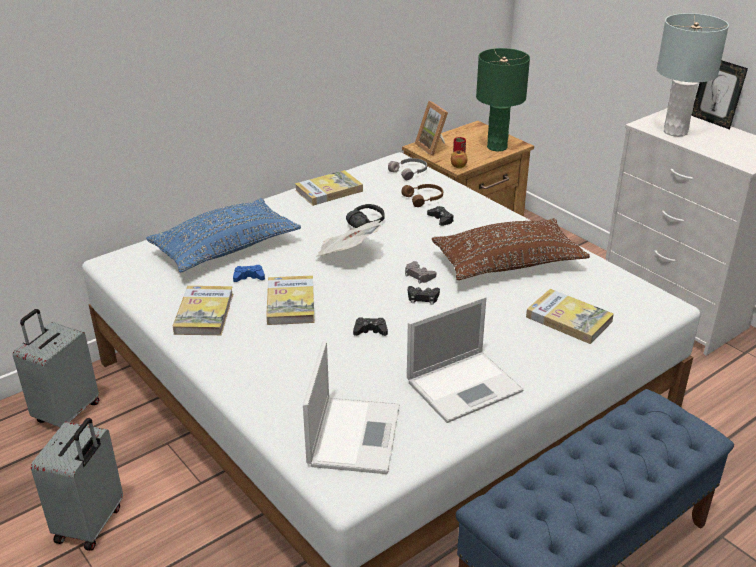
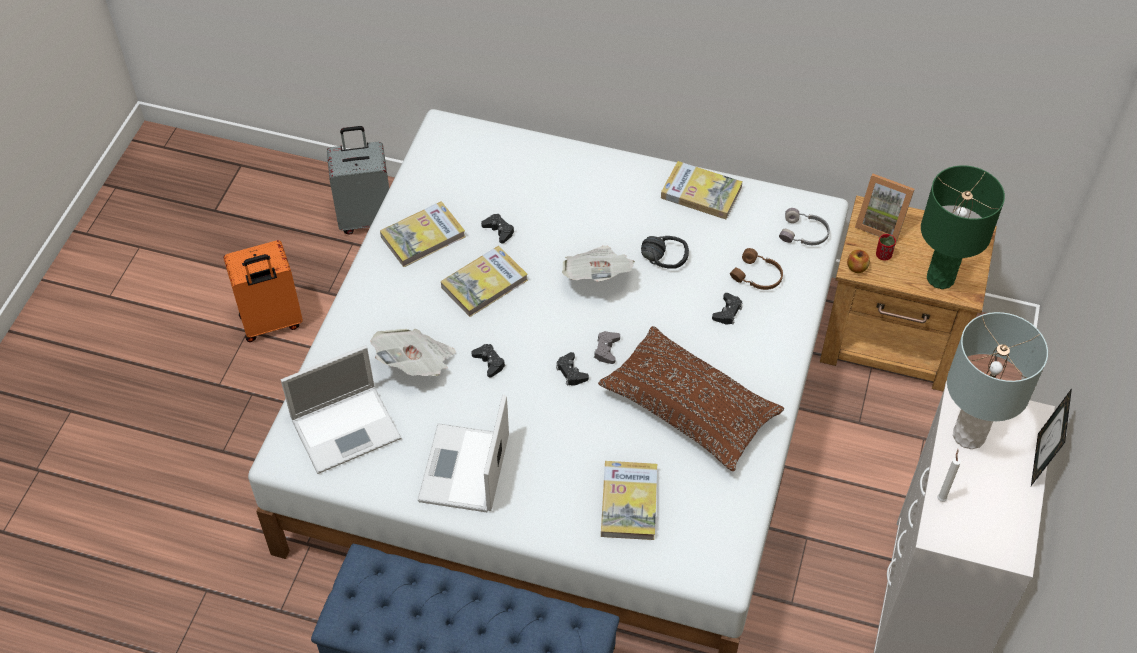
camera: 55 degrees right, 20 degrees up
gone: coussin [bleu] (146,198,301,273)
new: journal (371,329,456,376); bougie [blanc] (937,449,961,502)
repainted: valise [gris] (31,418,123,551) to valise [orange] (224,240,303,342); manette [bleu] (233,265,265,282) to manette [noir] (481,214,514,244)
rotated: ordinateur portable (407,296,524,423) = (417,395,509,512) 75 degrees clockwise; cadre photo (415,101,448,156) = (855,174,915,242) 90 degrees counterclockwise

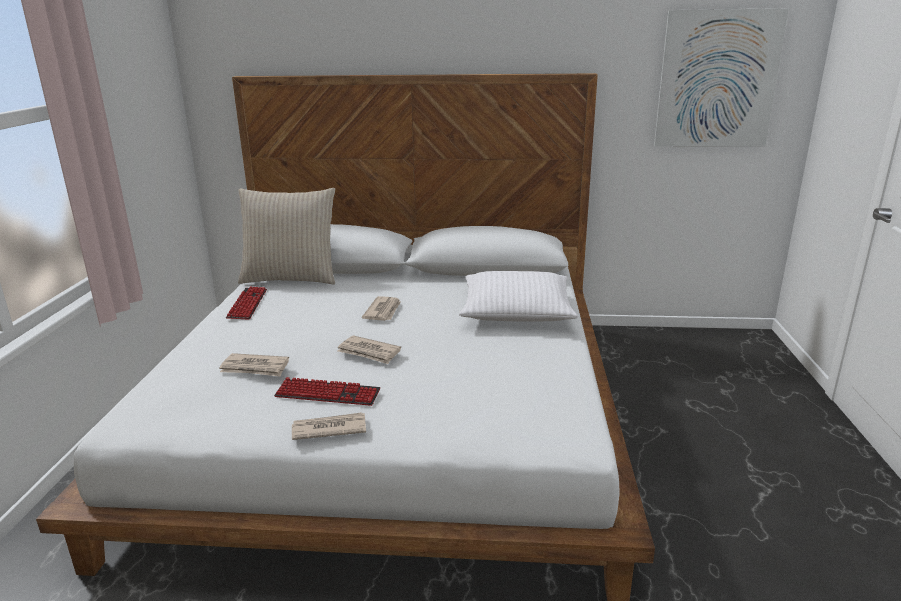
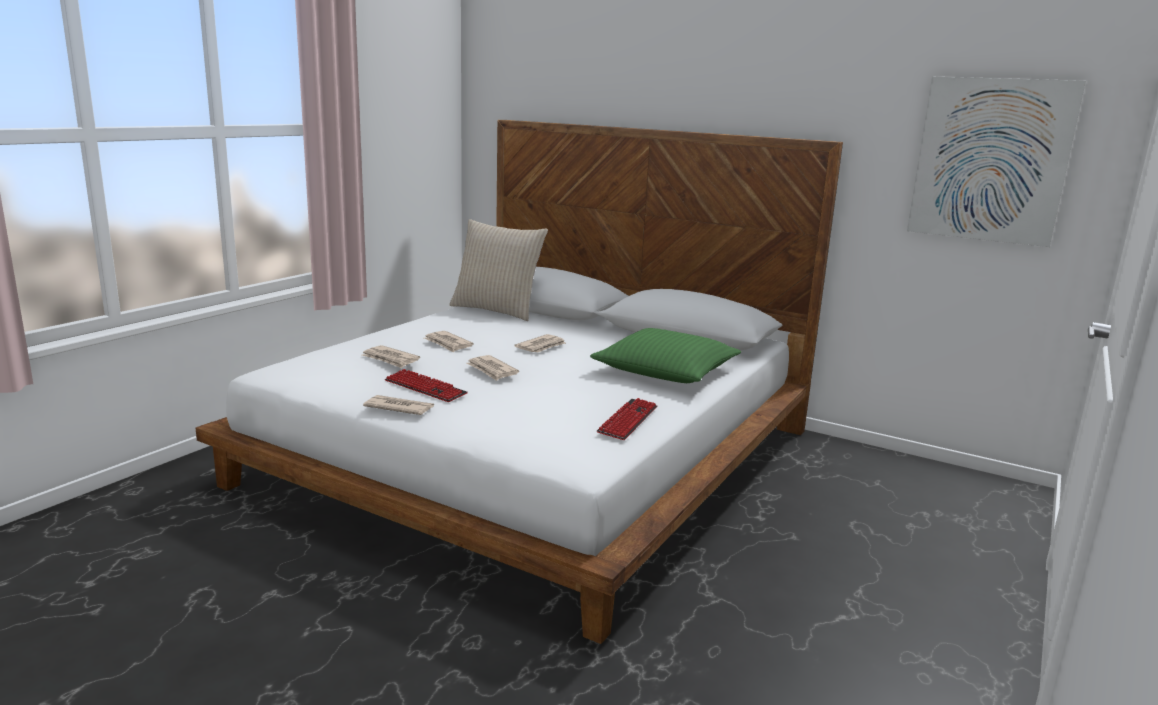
camera: 25 degrees right, 5 degrees down
new: journal (424,331,474,353)
shifted: clavier (226,286,267,320) to (597,398,657,440)
repainted: coussin [blanc] (459,271,578,322) to coussin [vert] (590,328,741,383)

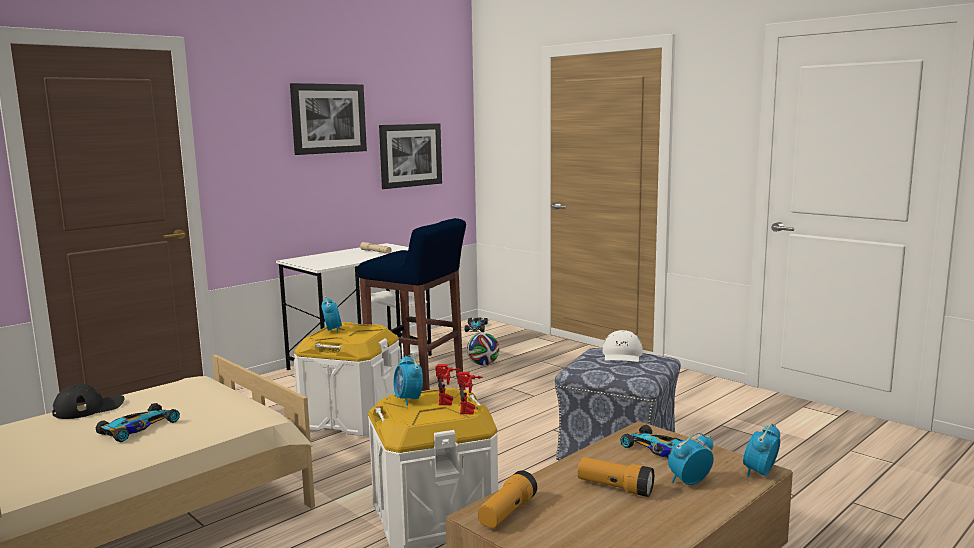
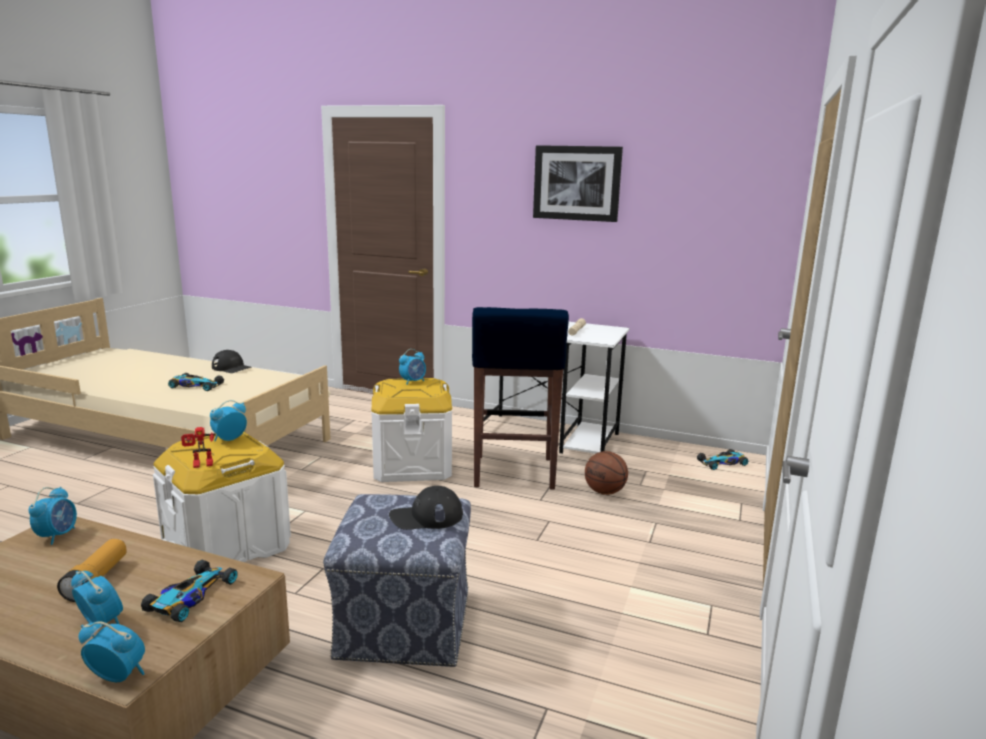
camera: 65 degrees right, 5 degrees up
gone: tableau (379,123,442,189); robot jouet (435,364,461,405)
swapped: ballon de foot (467,333,499,365) to ballon de basket (585,451,628,495); lampe de poche (478,470,537,528) to réveil (29,487,77,545)
repainted: casquette [blanc] (602,330,643,362) to casquette [noir] (389,486,463,530)

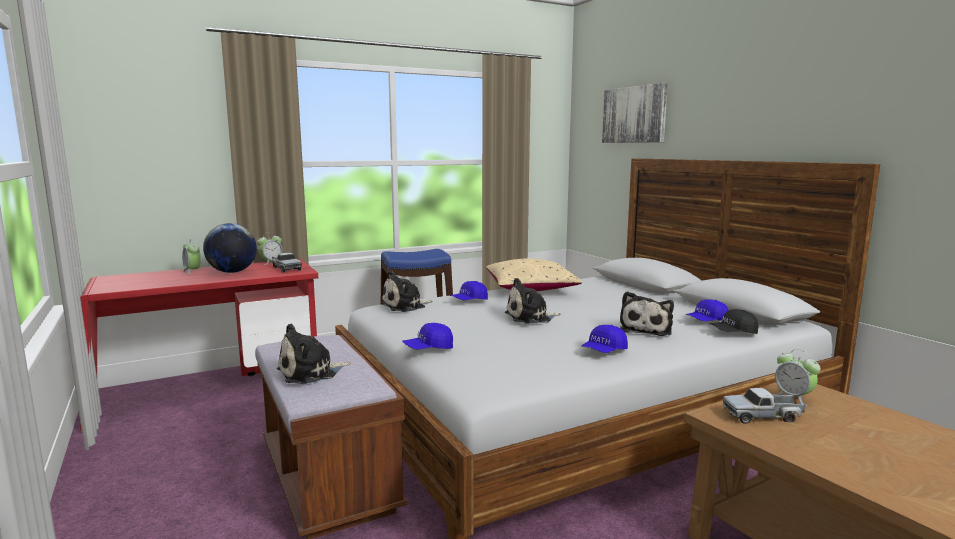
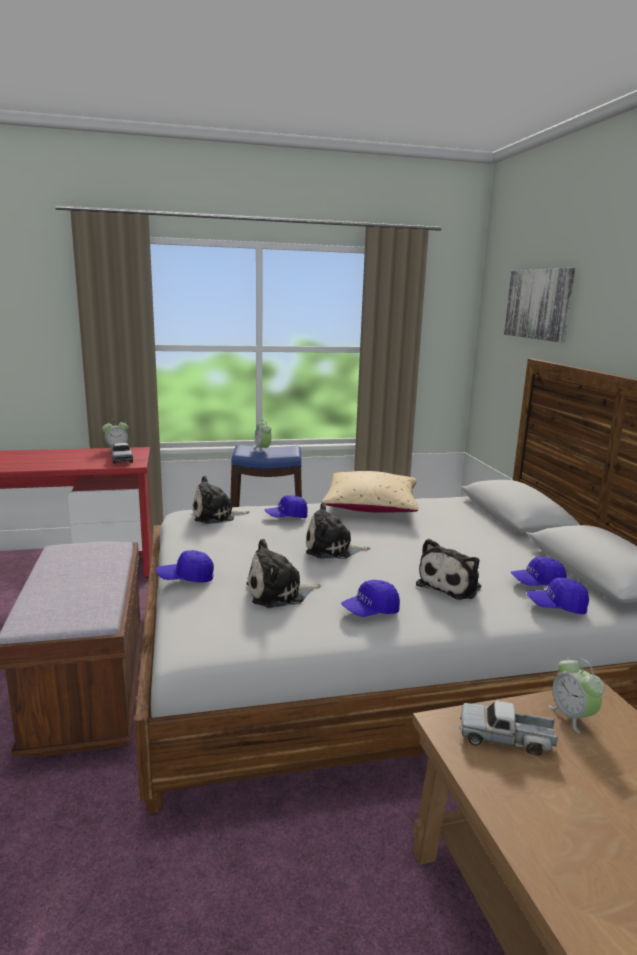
camera: 15 degrees right, 5 degrees up
gone: globe (203,223,257,273)
shifted: réveil (182,239,201,274) to (254,420,272,453); peluche (277,323,351,384) to (246,539,321,608)
repainted: casquette [noir] (709,309,758,334) to casquette [bleu] (527,578,589,614)

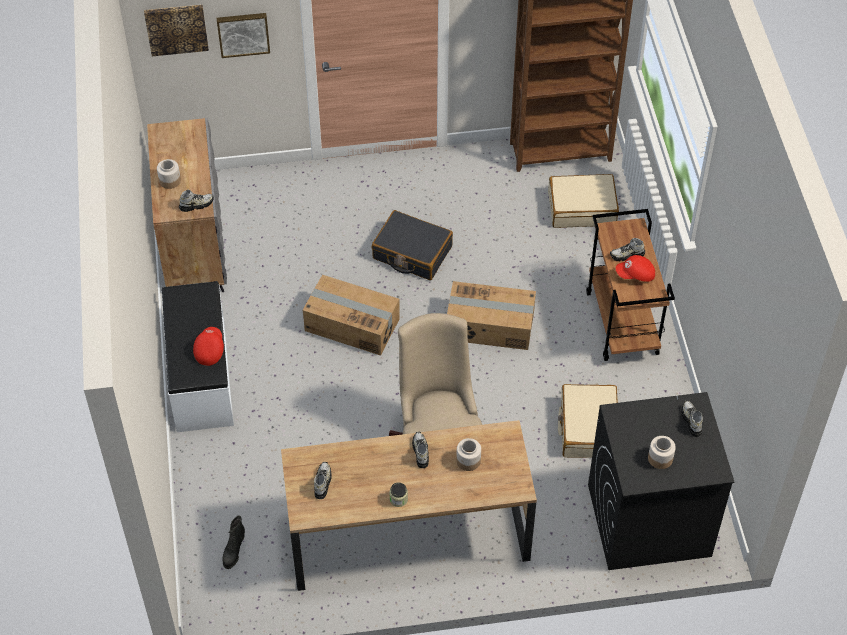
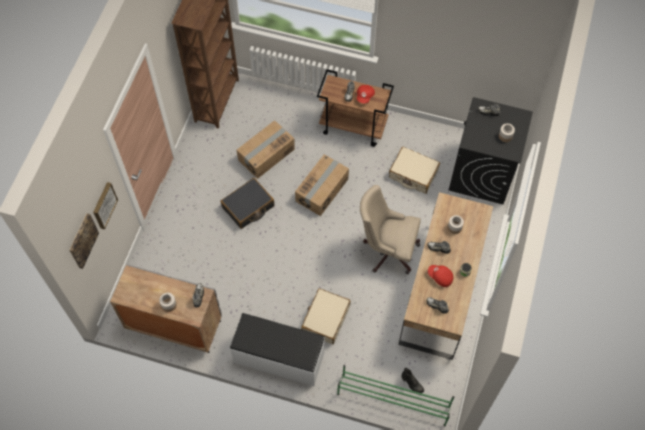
camera: 65 degrees left, 10 degrees up
new: étagère à chaussures [vert] (337,365,454,426)
shifted: casquette [rouge] (193,327,224,366) to (428,265,453,287); carton (303,275,400,356) to (237,120,295,179); valise [beige] (548,174,619,228) to (301,288,351,344)

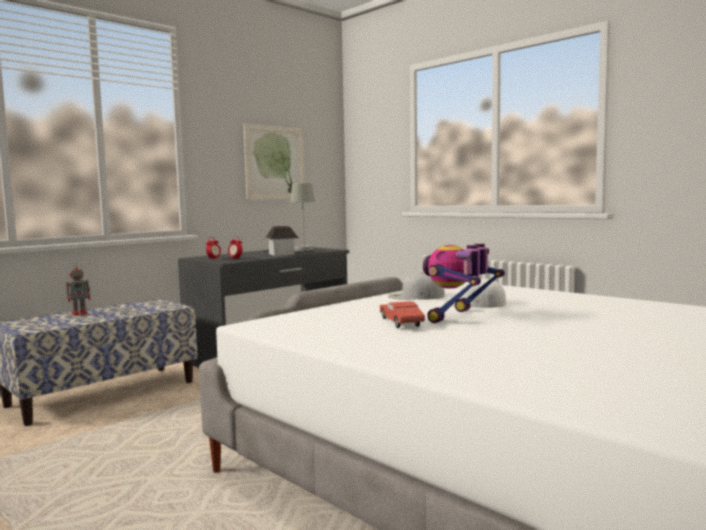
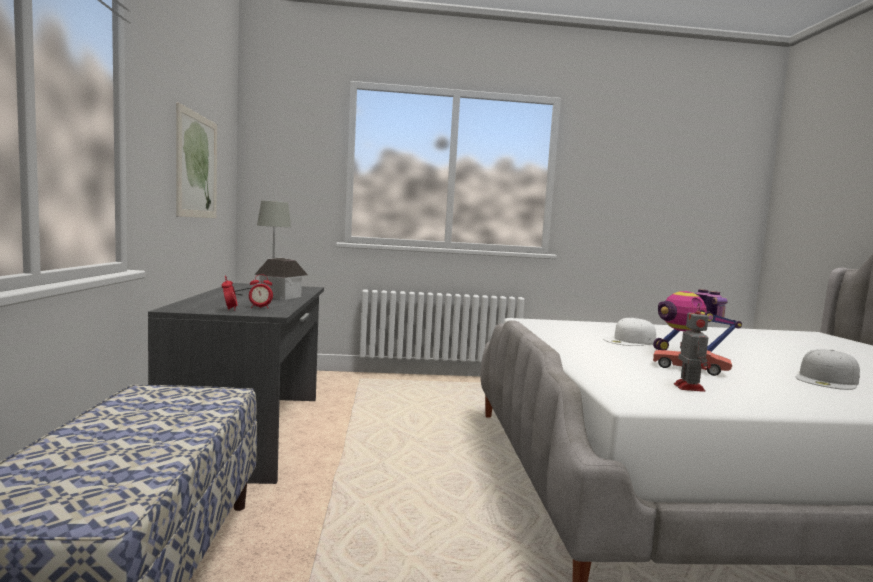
camera: 50 degrees left, 0 degrees up
shifted: robot jouet (66,263,90,316) to (674,303,711,392); casquette [blanc] (388,272,445,300) to (796,349,860,390)

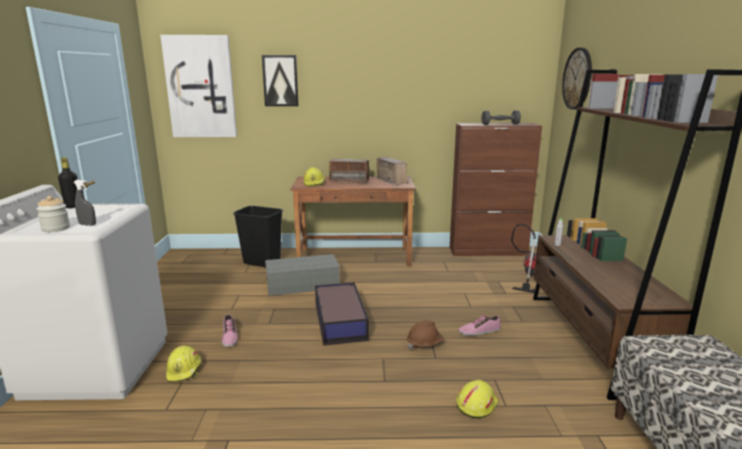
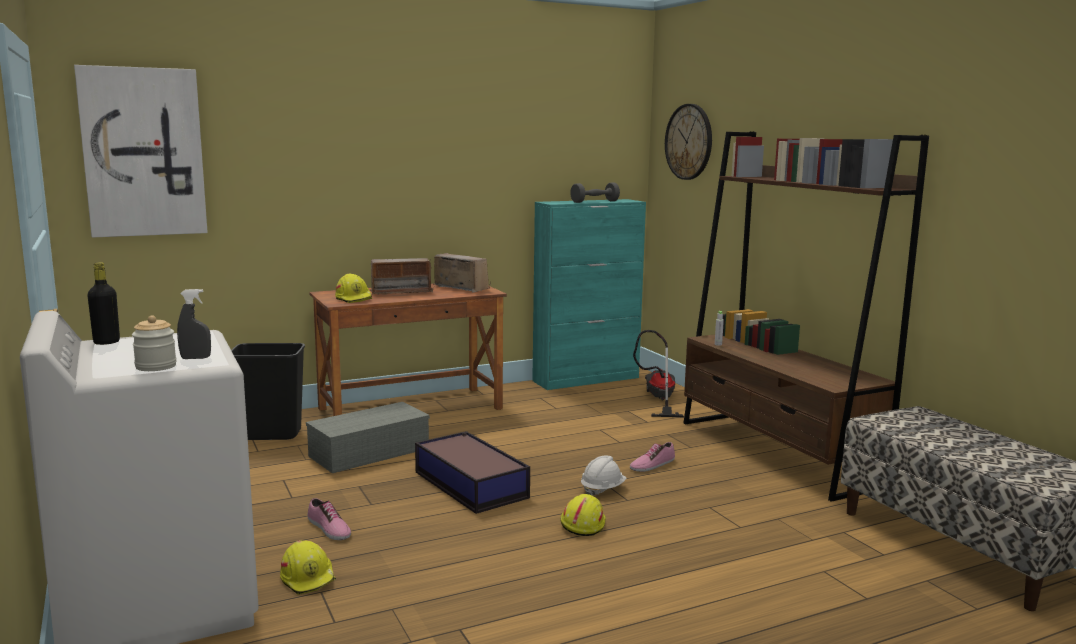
camera: 25 degrees left, 5 degrees down
gone: tableau (262,55,299,106)
shifted: casque de chantier [jaune] (456,380,498,419) to (560,494,606,536)
repainted: casque de chantier [marron] (407,320,444,349) to casque de chantier [blanc] (581,455,627,496); meuble de rangement [marron] (450,123,542,256) to meuble de rangement [turquoise] (532,199,646,390)

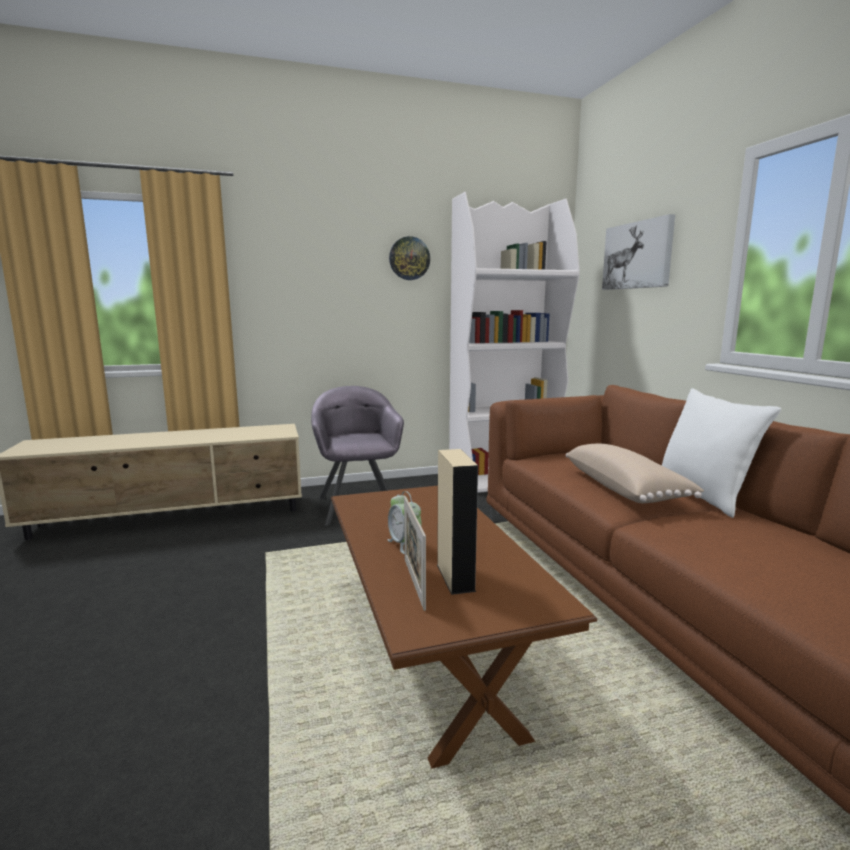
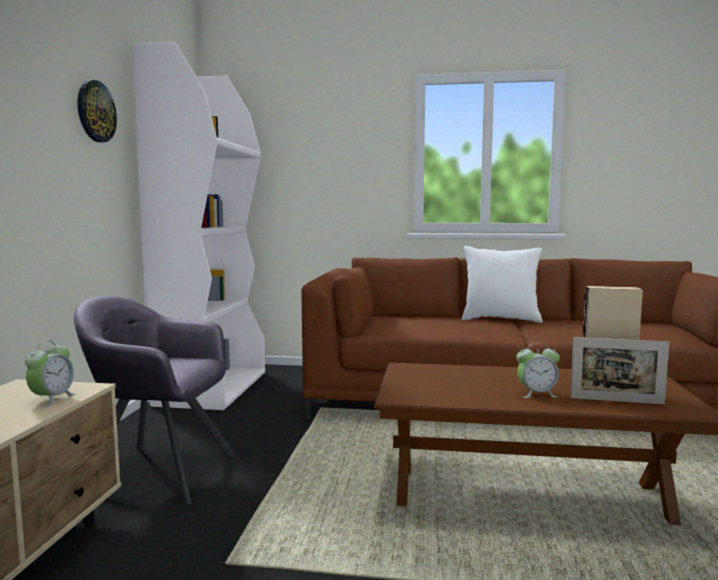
camera: 65 degrees left, 5 degrees down
gone: coussin [beige] (566,444,704,503); tableau (602,214,675,290)
new: réveil (25,340,76,407)

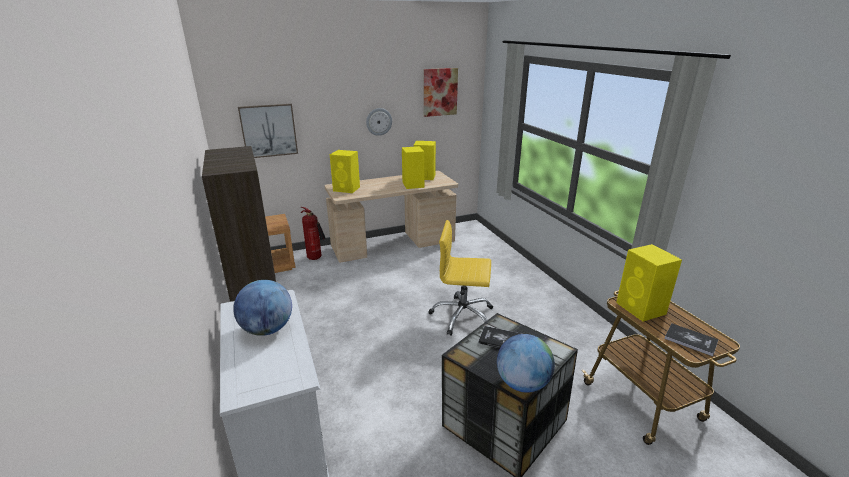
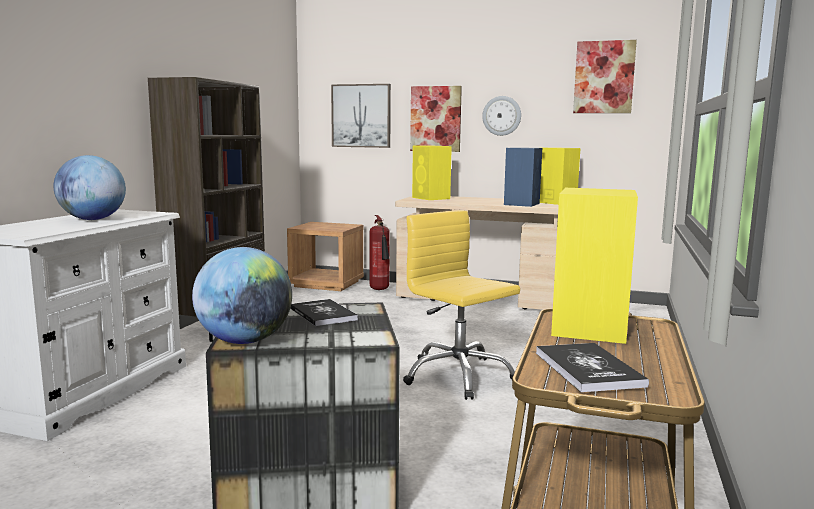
camera: 40 degrees right, 15 degrees down
new: tableau (410,86,462,152)
repainted: enceinte [jaune] (402,146,425,189) to enceinte [bleu] (504,147,542,207)

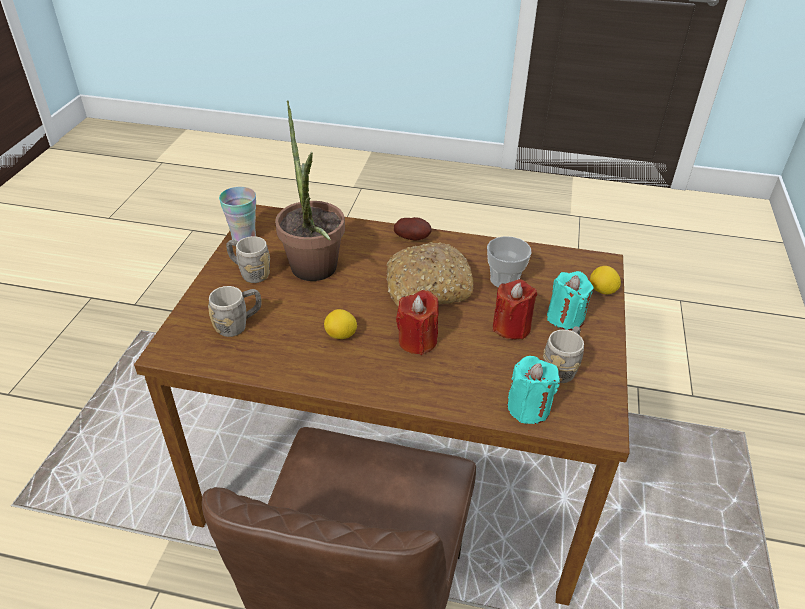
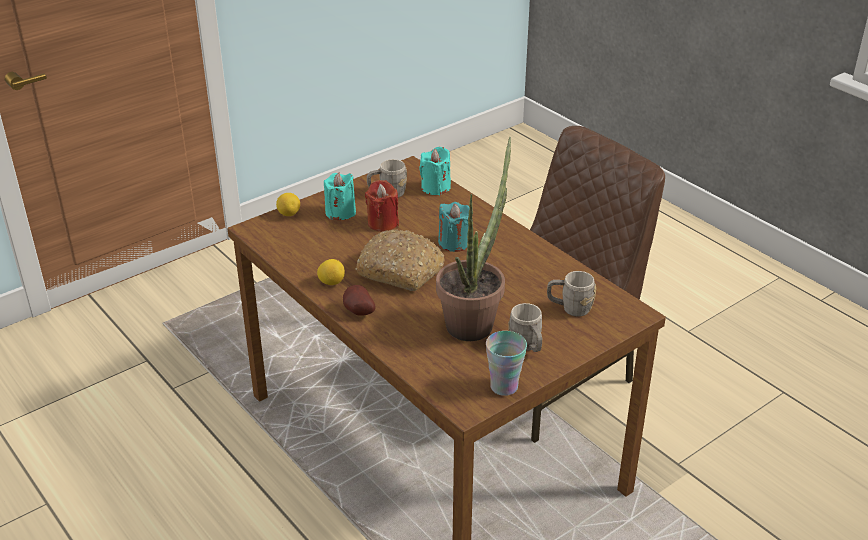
camera: 140 degrees left, 5 degrees down
gone: tasse (487,236,532,287)
shifted: citron (324,309,357,339) to (317,259,345,285)
repainted: bougie [rouge] (396,290,439,355) to bougie [turquoise] (438,202,469,252)

